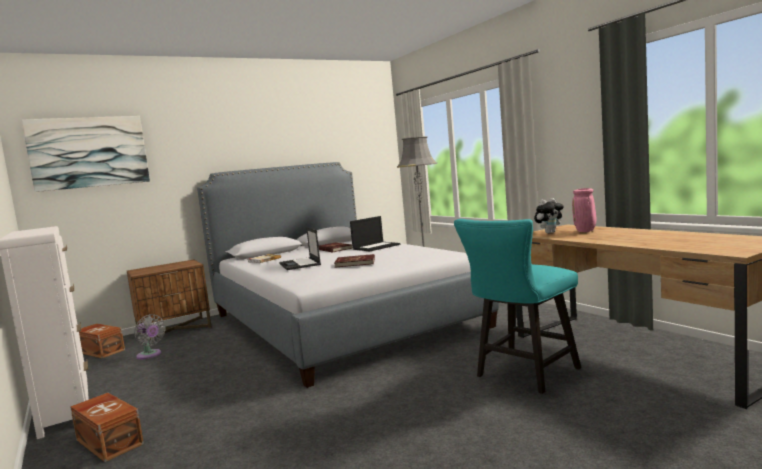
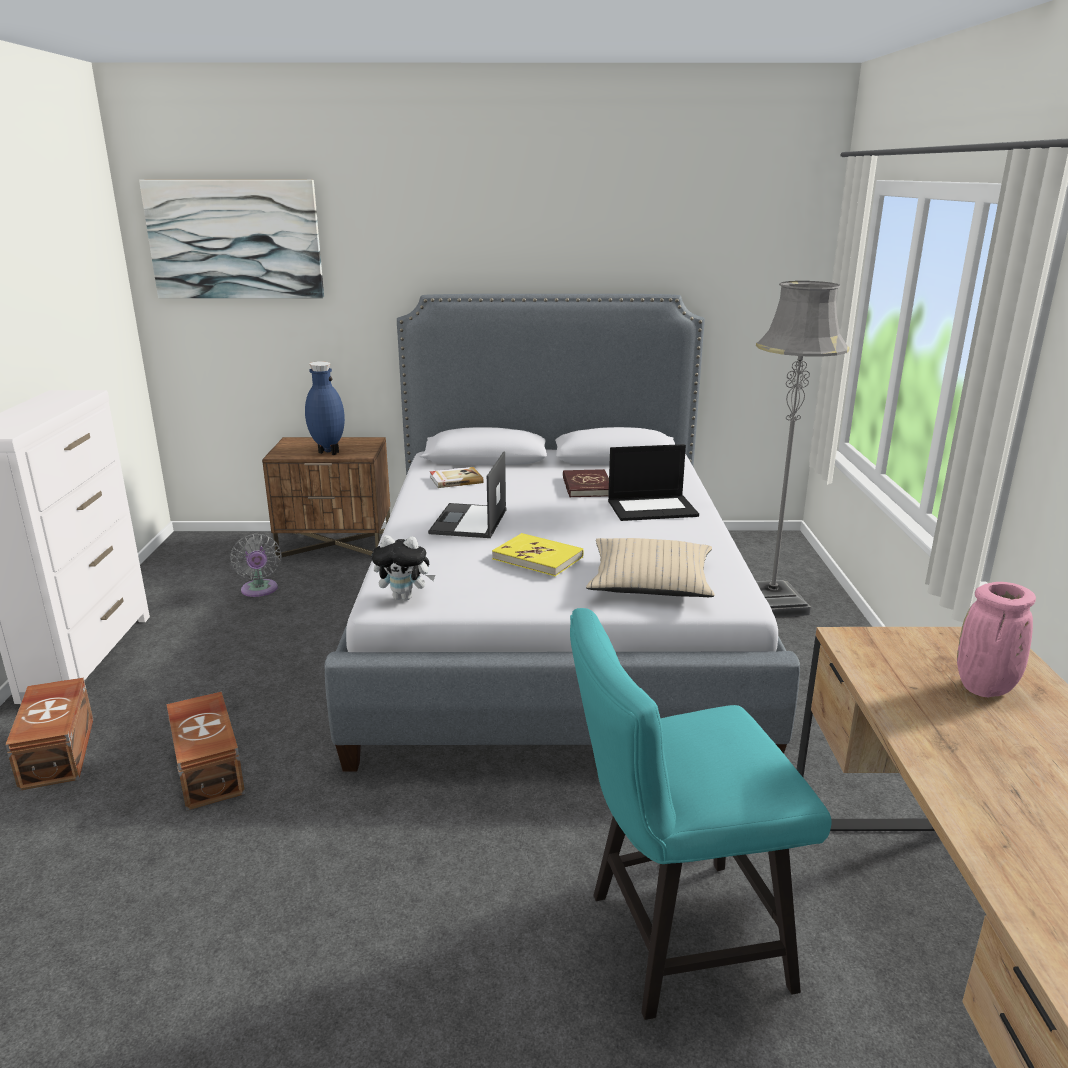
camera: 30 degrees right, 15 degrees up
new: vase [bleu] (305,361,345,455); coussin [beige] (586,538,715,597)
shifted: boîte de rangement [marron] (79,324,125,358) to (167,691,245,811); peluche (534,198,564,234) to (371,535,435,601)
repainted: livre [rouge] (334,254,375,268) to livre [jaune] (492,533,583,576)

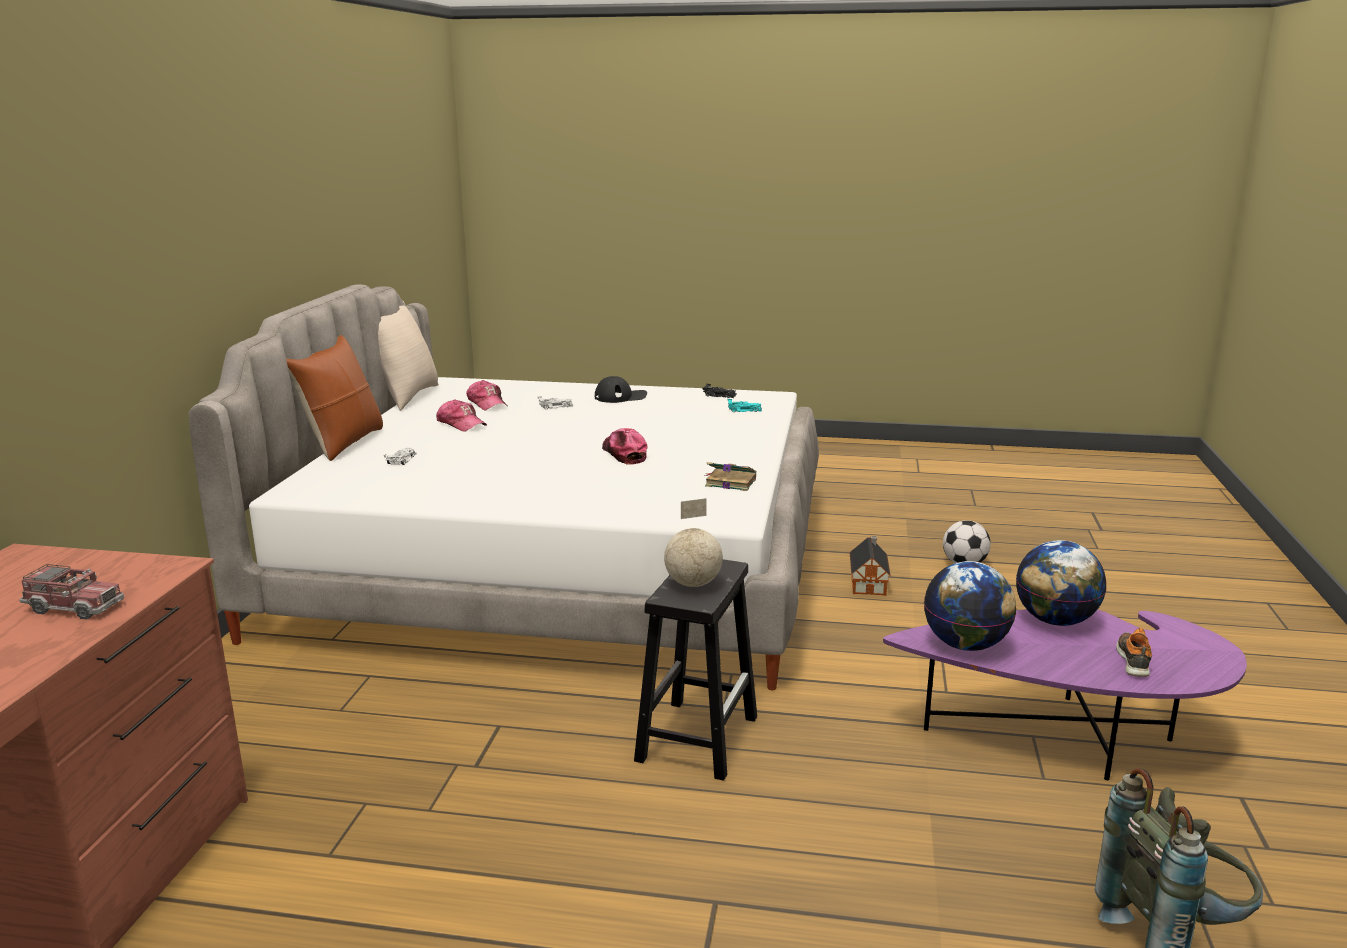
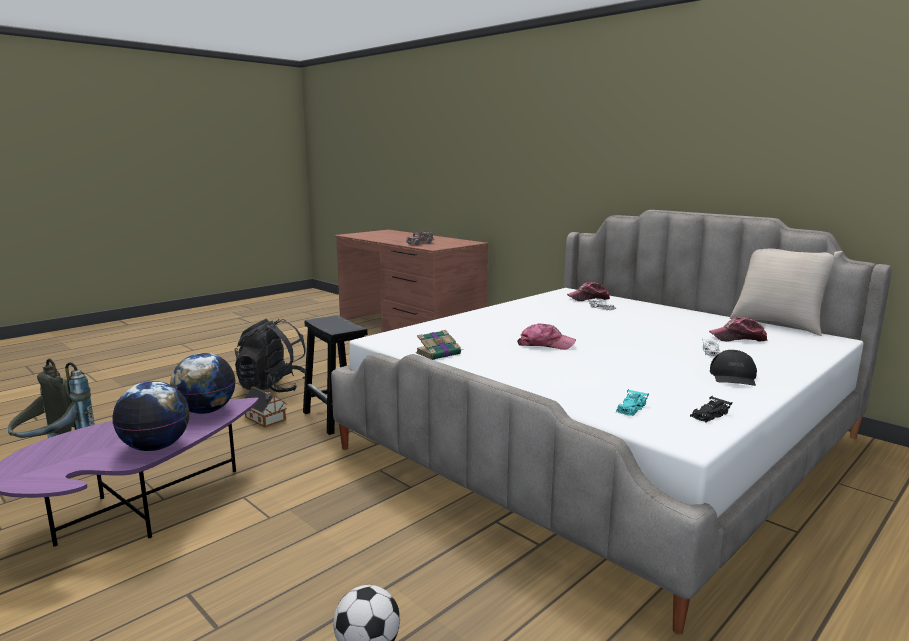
camera: 125 degrees right, 5 degrees down
gone: coussin [marron] (286,335,383,461); globe (664,498,723,587); chaussure (1116,628,1152,677)
new: sac à dos [noir] (235,319,306,392)
shifted: casquette (436,399,487,432) to (567,282,610,301); maison miniature (850,536,891,596) to (245,387,287,427)

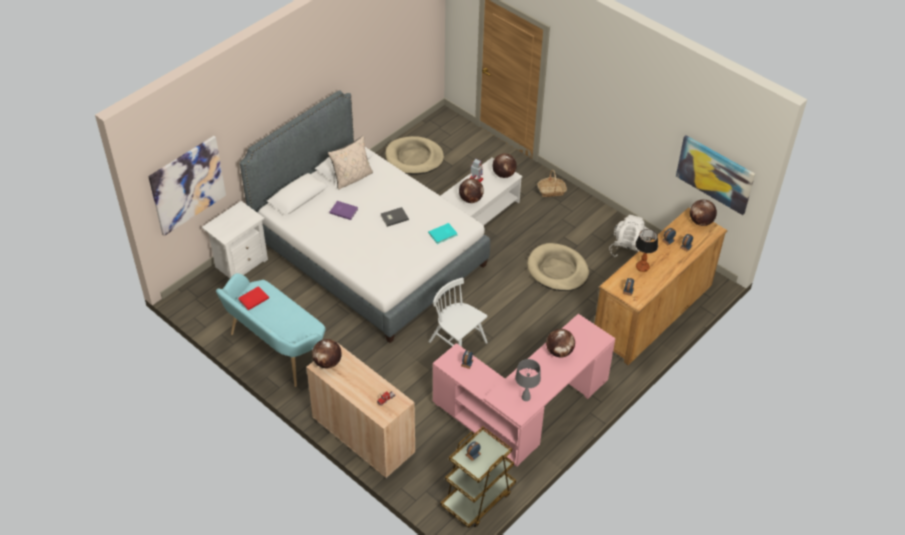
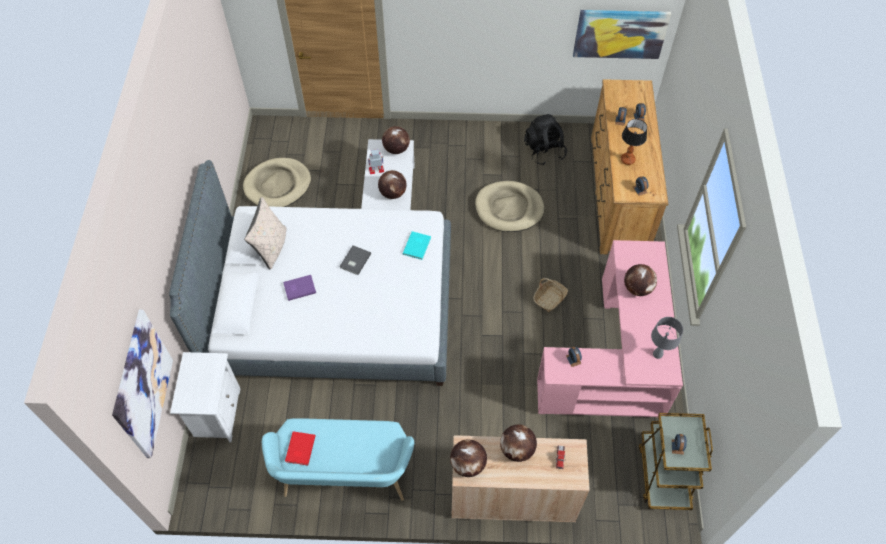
camera: 40 degrees left, 10 degrees up
gone: chaise [blanc] (429,278,488,347)
shifted: panier (537,170,567,197) to (533,278,568,312); globe (690,200,717,226) to (500,424,537,462)
repainted: sac à dos [blanc] (609,215,650,257) to sac à dos [noir] (524,114,567,165)

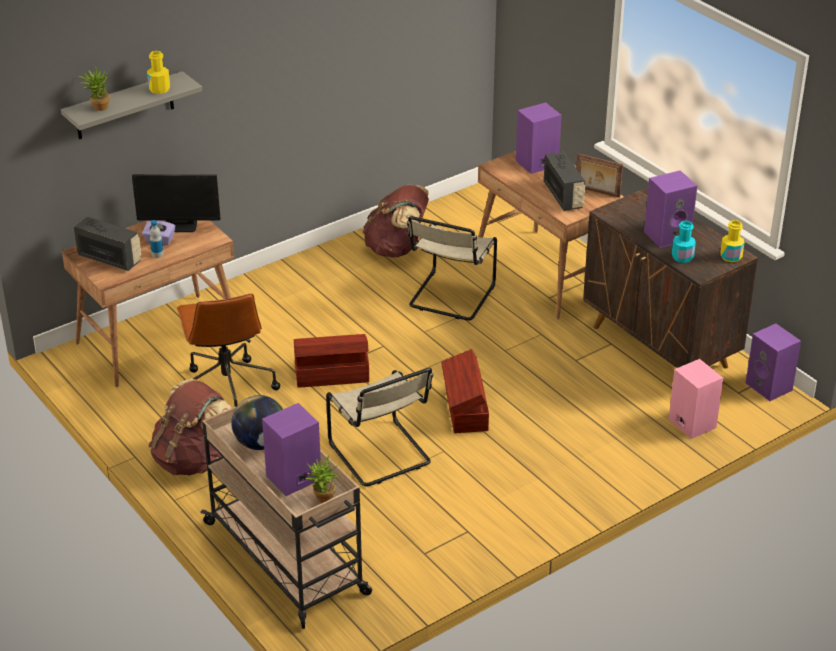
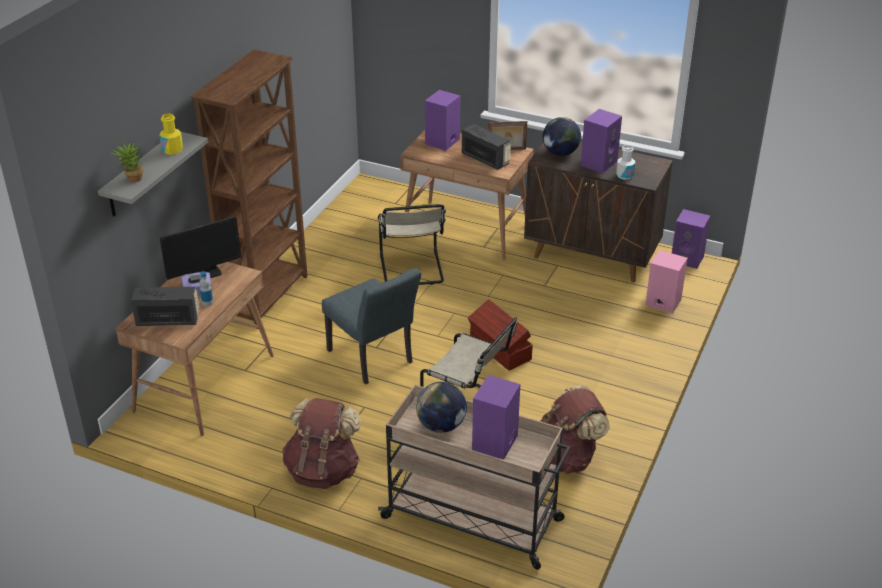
camera: 30 degrees left, 0 degrees up
gone: chaise de bureau [marron] (177,293,280,407); plante en pot (306,455,340,503); bouteille [jaune] (720,220,744,262)
new: bibliothèque [marron] (191,50,308,329); globe (543,117,581,156)
shifted: sac à dos [marron] (363,185,429,258) to (540,386,610,474)
swapped: boîte de rangement [marron] (294,334,369,388) to chaise [gris] (322,268,421,384)
repainted: bouteille [turquoise] (672,221,696,263) to bouteille [blanc] (616,145,635,180)

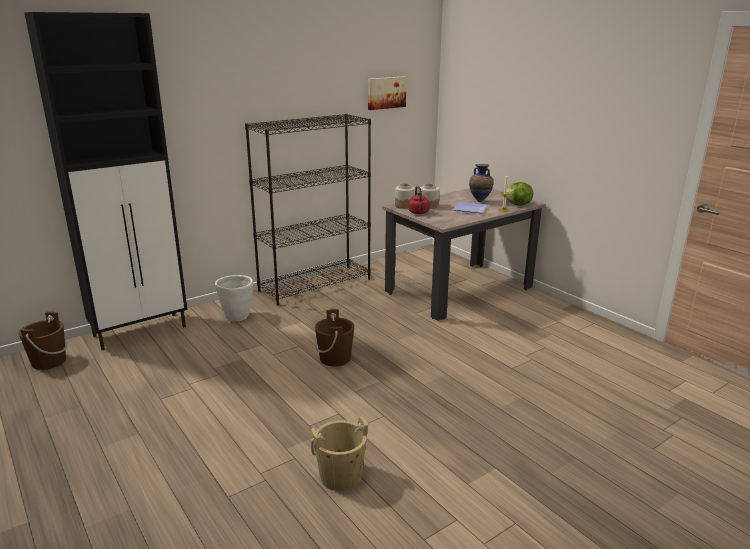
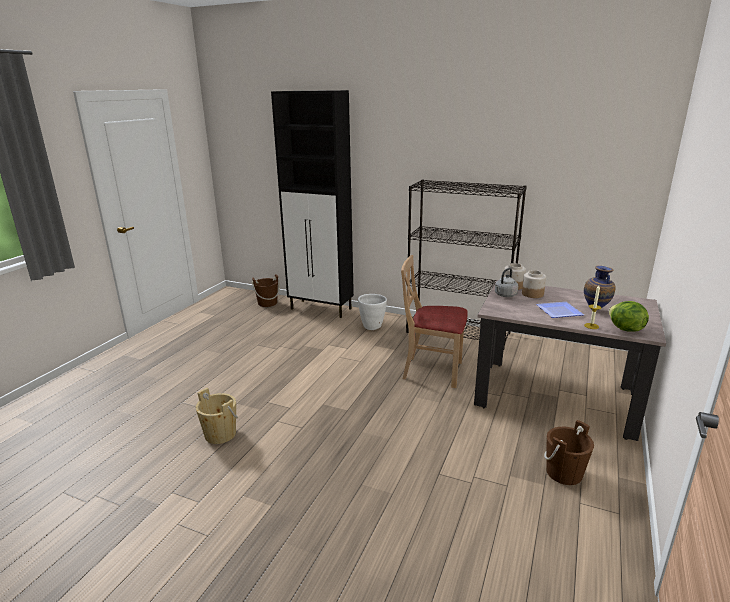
camera: 60 degrees right, 0 degrees up
gone: tableau (368,76,407,110)
new: chaise [beige] (401,255,468,388)
shifted: seau [marron] (315,309,354,367) to (544,420,594,485)
repainted: bouilloire [rouge] (408,186,430,214) to bouilloire [gris] (495,268,518,297)

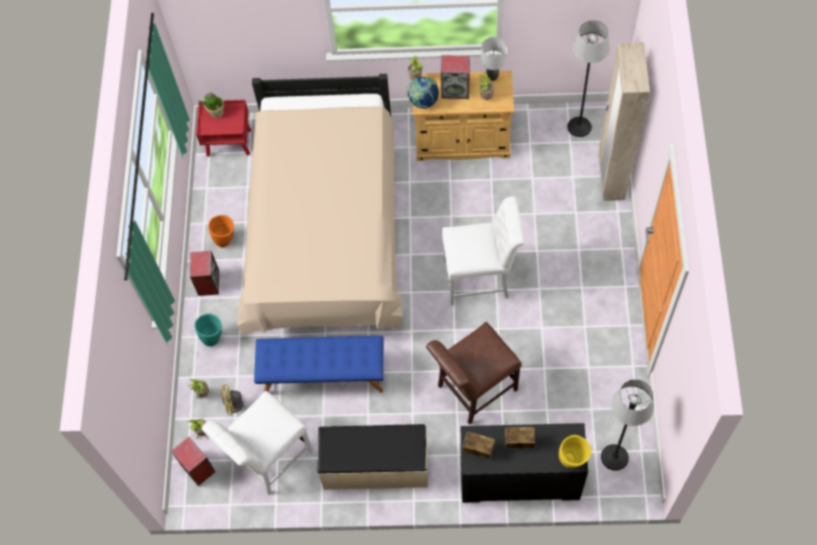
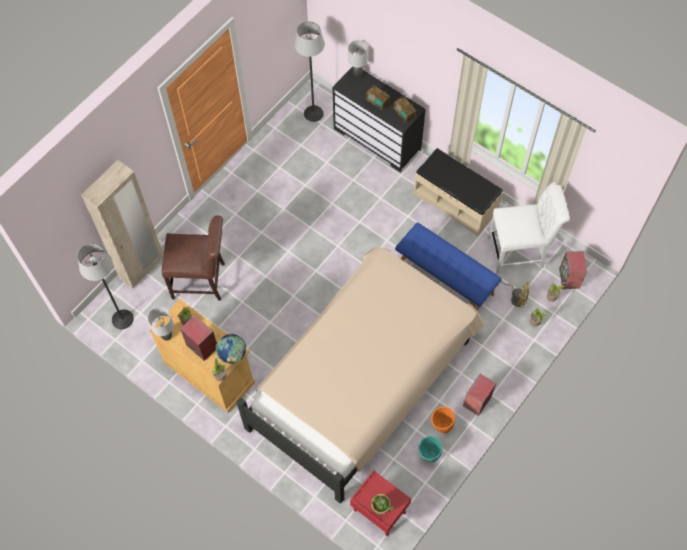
camera: 145 degrees left, 0 degrees up
gone: chaise [blanc] (442,196,524,306)
shifted: vase [turquoise] (194,313,222,347) to (418,436,442,462); chaise [marron] (426,322,522,425) to (162,216,225,301)
swapped: vase [jaune] (559,435,591,468) to lampe de table [gris] (348,40,368,77)

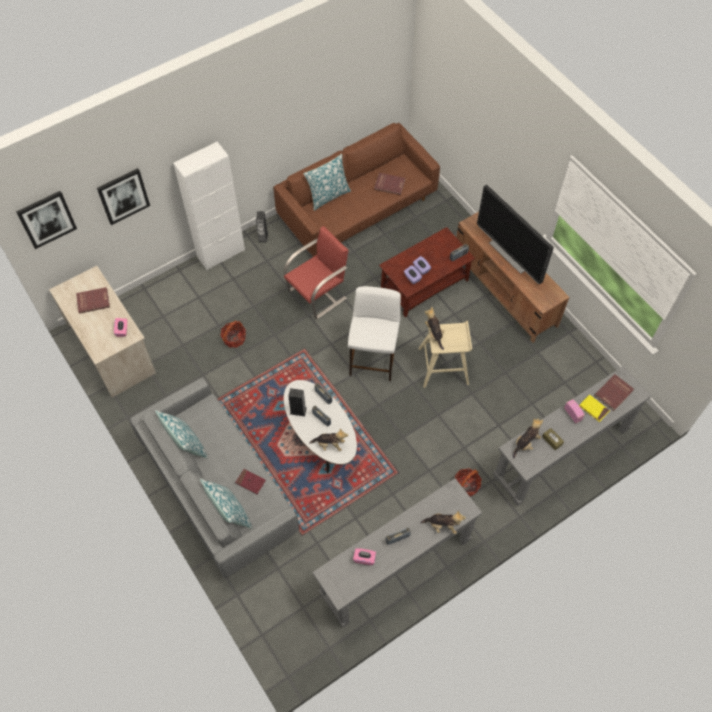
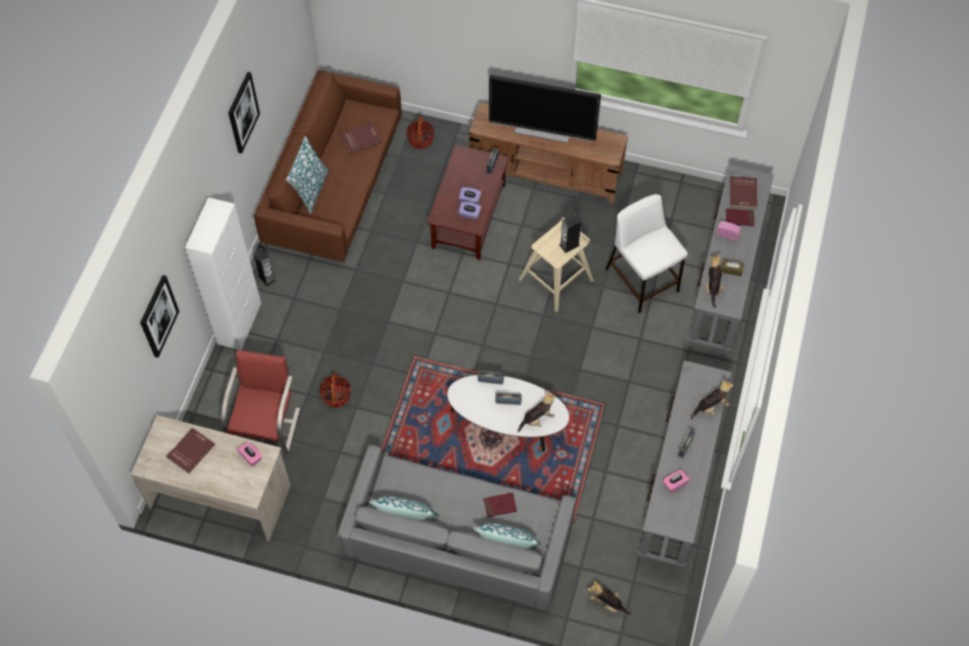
camera: 40 degrees left, 0 degrees up
shifted: tableau (16,191,77,249) to (228,72,260,154); chaise [rouge] (284,226,349,319) to (221,350,300,453); enceinte (288,388,307,416) to (560,214,581,253); tabouret [blanc] (348,286,401,381) to (606,194,688,313); peluche (425,307,445,350) to (587,581,631,615); panier (454,468,482,496) to (406,117,434,149)
repainted: livre [jaune] (579,394,610,422) to livre [rouge] (726,208,754,227)

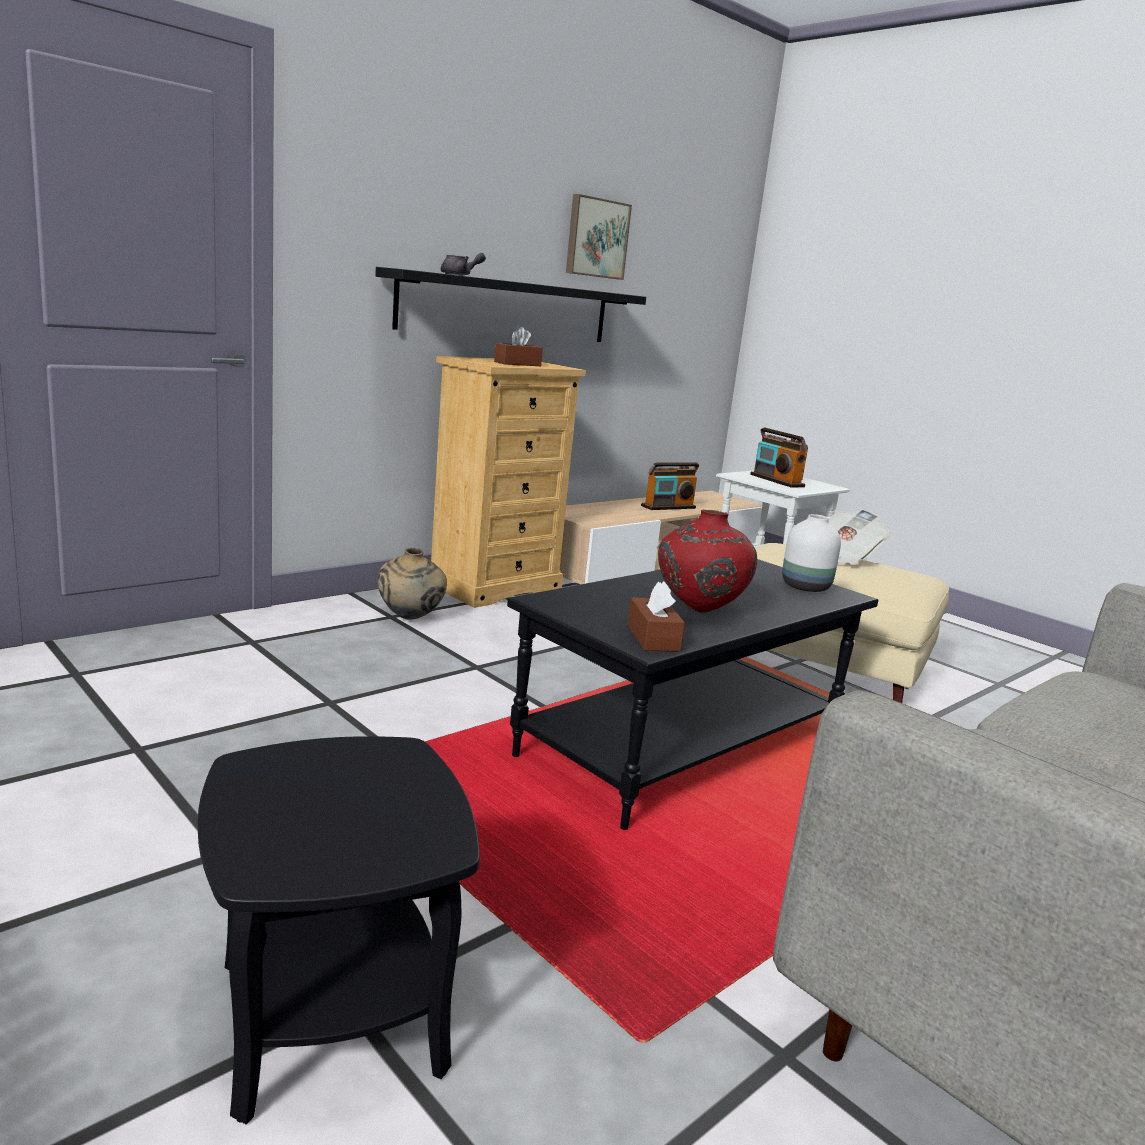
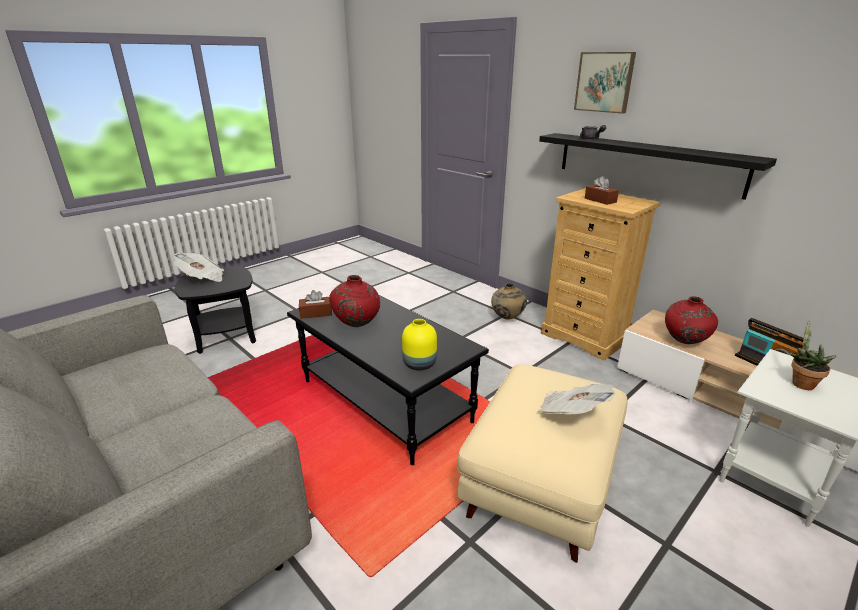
camera: 90 degrees right, 10 degrees up
new: journal (174,253,224,282); vase [rouge] (665,296,718,344)
shifted: tableau (566,194,632,280) to (574,52,636,114)
swapped: radio (750,427,808,488) to plante en pot (789,321,836,390)
repainted: vase [blanc] (782,514,841,592) to vase [jaune] (402,319,437,370)

